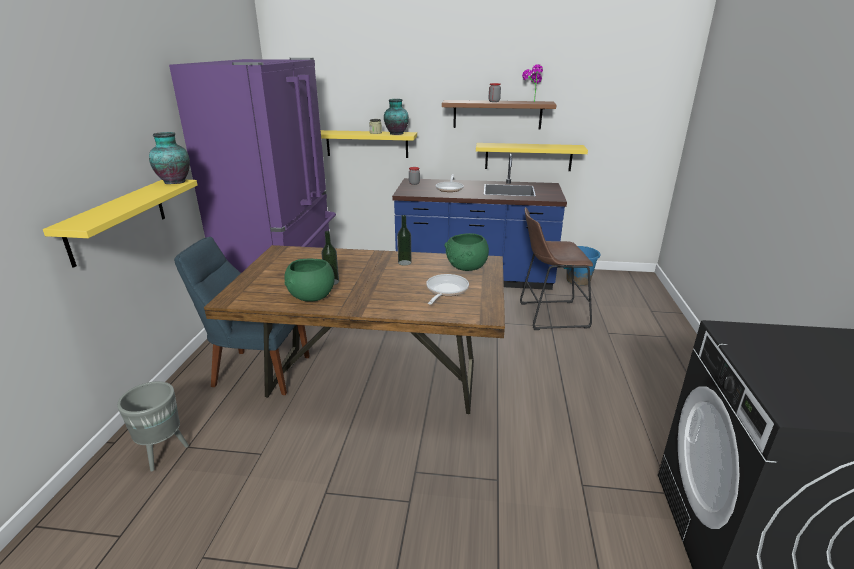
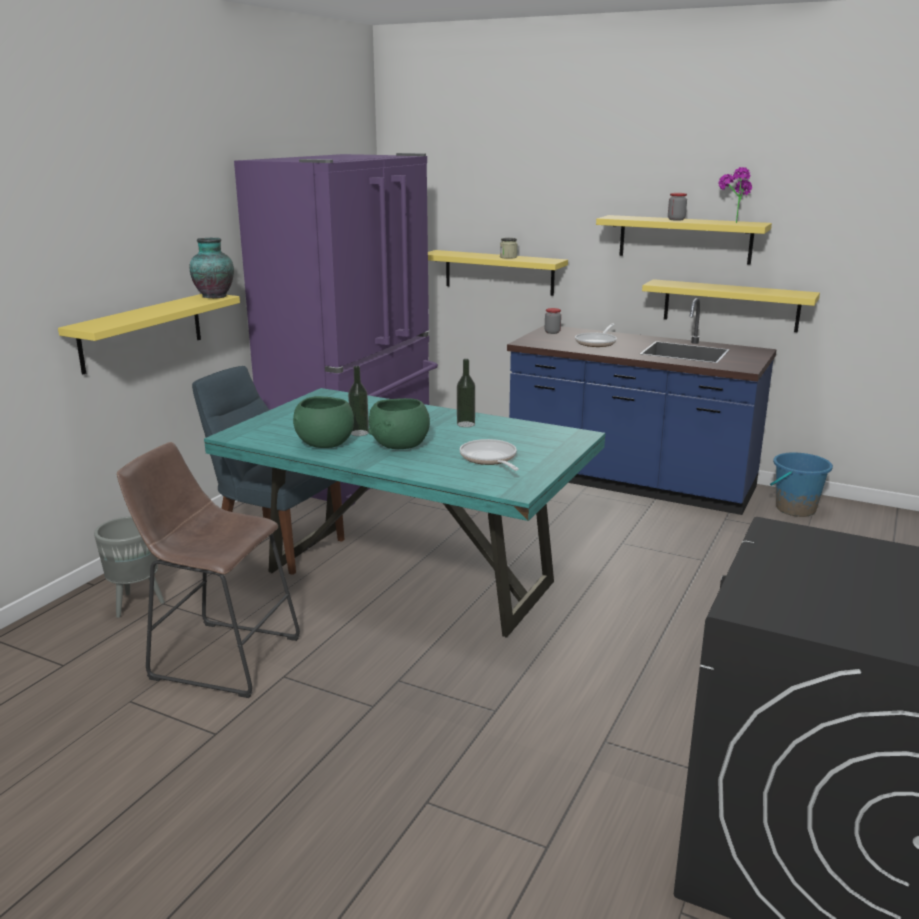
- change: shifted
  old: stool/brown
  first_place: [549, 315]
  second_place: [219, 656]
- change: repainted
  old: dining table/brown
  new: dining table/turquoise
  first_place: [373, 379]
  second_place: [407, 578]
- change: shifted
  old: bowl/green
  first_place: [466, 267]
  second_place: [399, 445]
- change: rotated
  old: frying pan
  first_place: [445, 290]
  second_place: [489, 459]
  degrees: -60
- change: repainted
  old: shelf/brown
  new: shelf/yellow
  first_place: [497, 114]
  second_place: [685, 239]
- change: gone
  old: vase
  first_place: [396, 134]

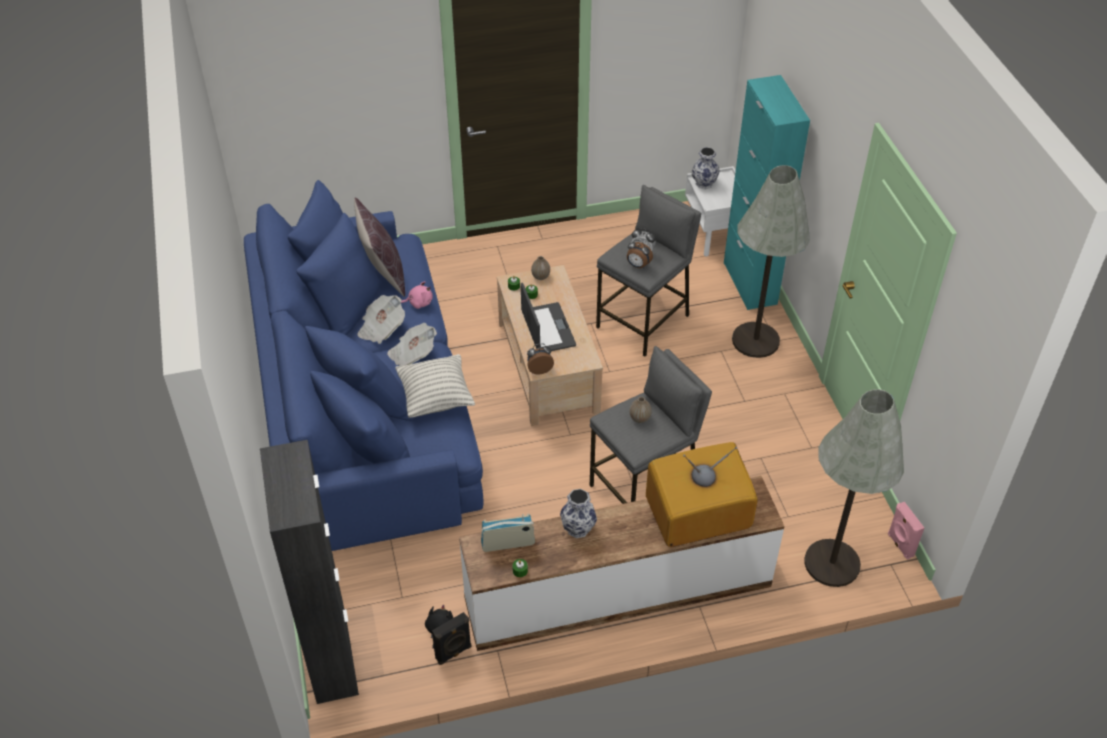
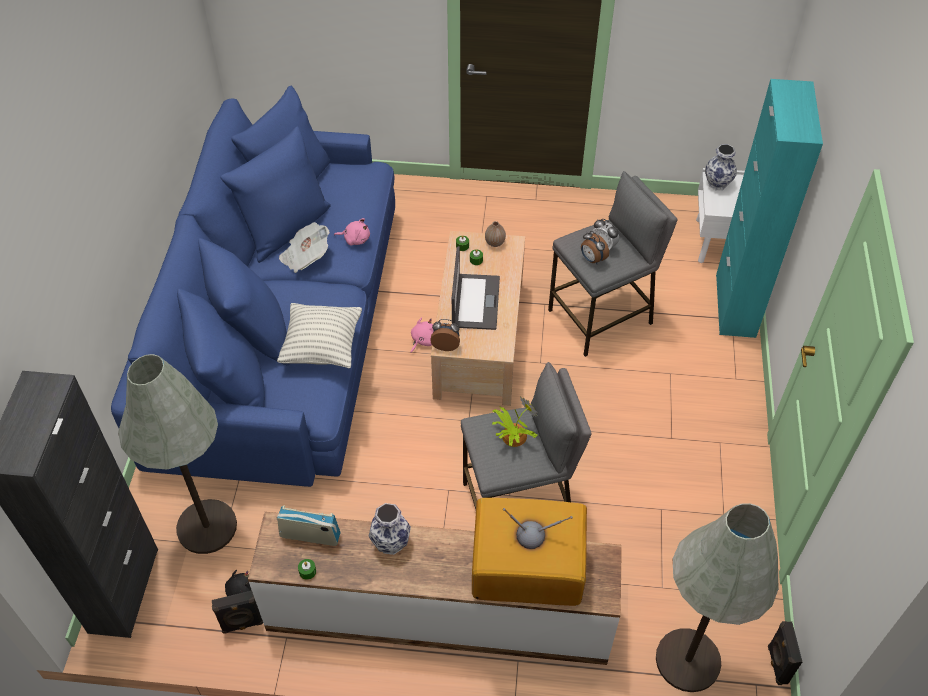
- change: shifted
  old: floor lamp/grey
  first_place: [755, 340]
  second_place: [207, 527]
- change: new
  new: plush toy/pink
  second_place: [423, 340]
- change: swapped
  old: vase
  new: potted plant
  first_place: [639, 418]
  second_place: [512, 436]
- change: repainted
  old: speaker/pink
  new: speaker/black
  first_place: [899, 545]
  second_place: [776, 664]
- change: gone
  old: pillow/brown
  first_place: [383, 273]
- change: gone
  old: newspaper
  first_place: [412, 354]

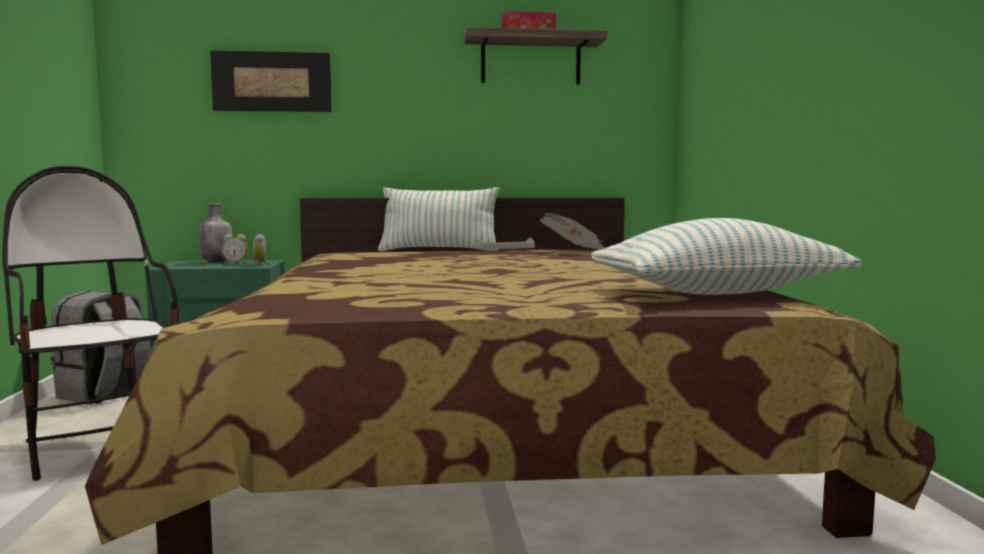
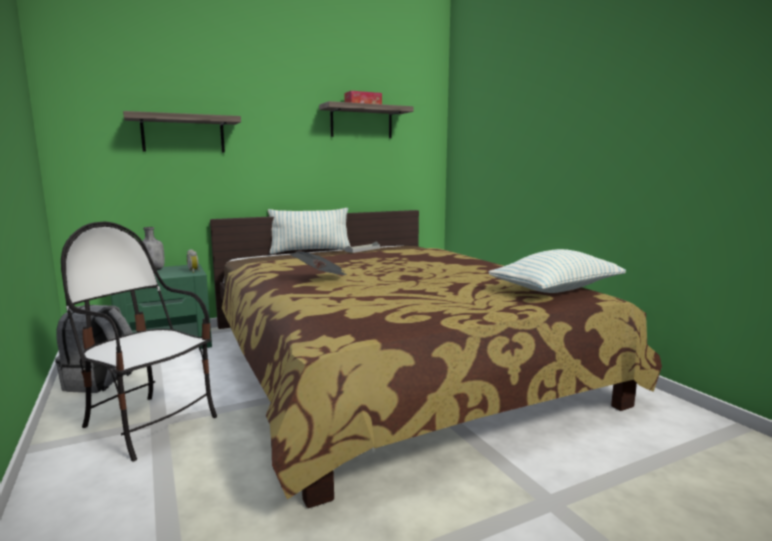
- change: swapped
  old: picture
  new: shelf
  first_place: [272, 81]
  second_place: [183, 134]
- change: shifted
  old: newspaper
  first_place: [574, 251]
  second_place: [321, 279]
- change: gone
  old: alarm clock
  first_place: [236, 264]

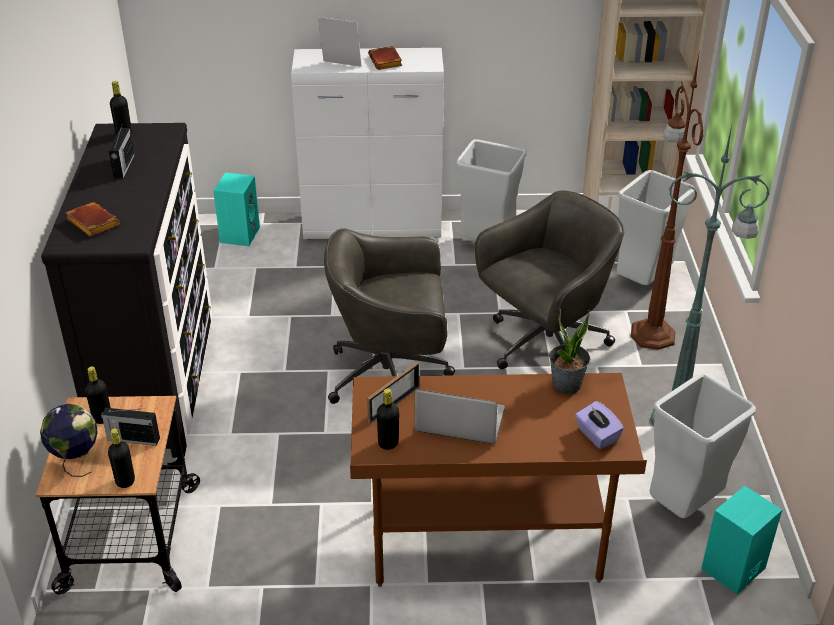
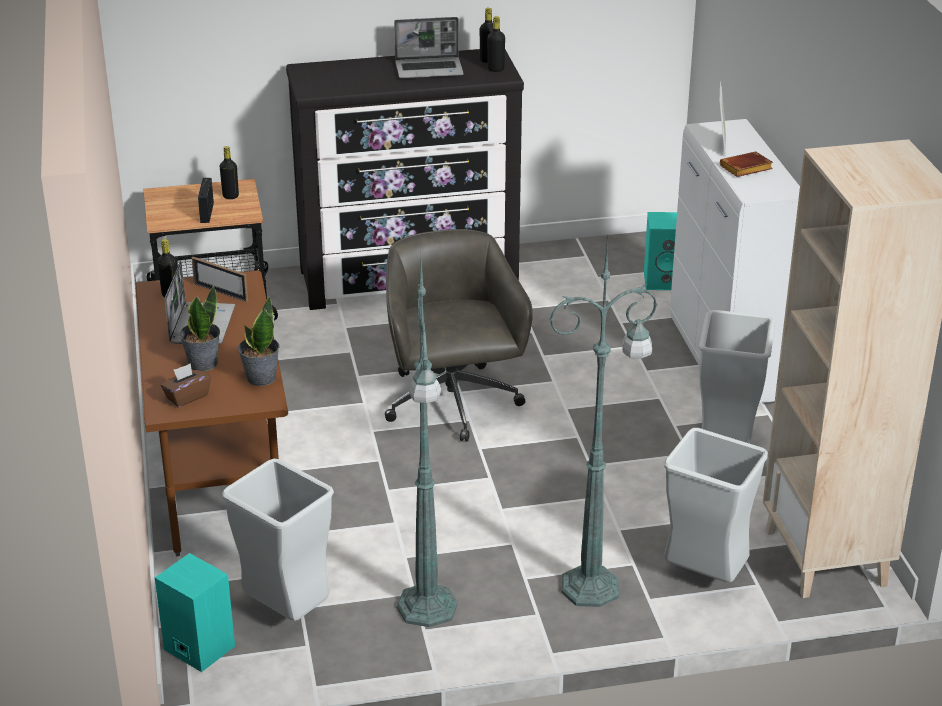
- change: repainted
  old: tissue box/purple
  new: tissue box/brown
  first_place: [597, 435]
  second_place: [187, 397]
- change: new
  new: potted plant
  second_place: [202, 363]
- change: swapped
  old: radio
  new: laptop
  first_place: [123, 167]
  second_place: [430, 69]
- change: shifted
  old: bottle/black
  first_place: [125, 481]
  second_place: [495, 69]
- change: repainted
  old: floor lamp/brown
  new: floor lamp/green
  first_place: [652, 333]
  second_place: [593, 587]
- change: gone
  old: globe
  first_place: [76, 461]
- change: gone
  old: book/brown
  first_place: [91, 223]
- change: gone
  old: office chair/grey
  first_place: [545, 345]

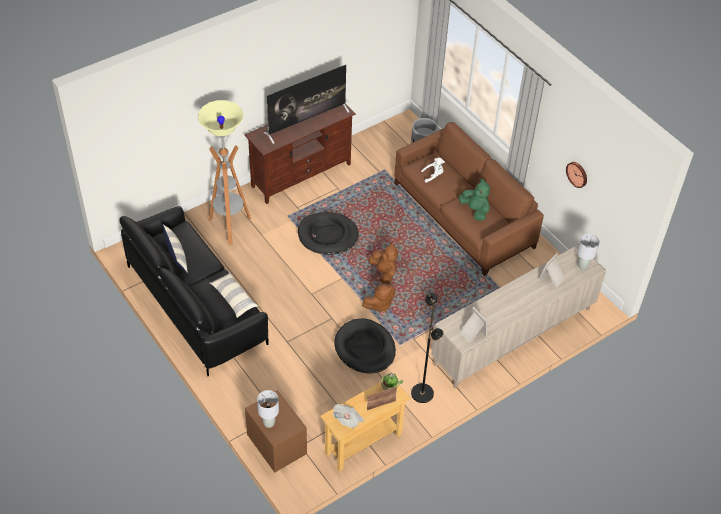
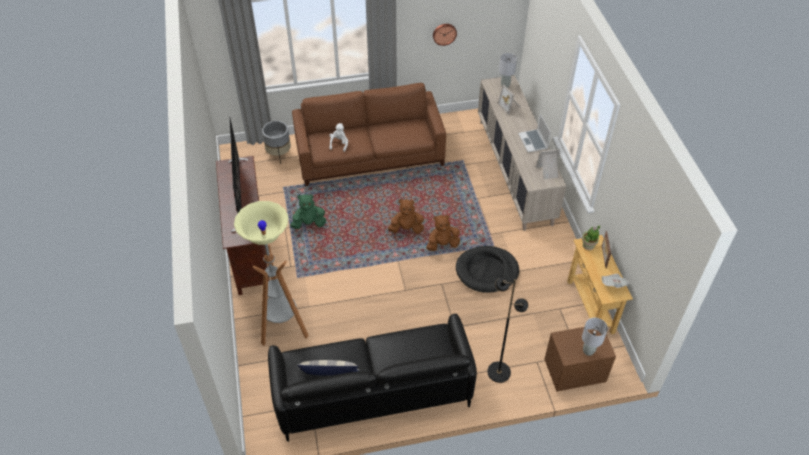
- change: shifted
  old: plush toy/green
  first_place: [475, 210]
  second_place: [309, 223]
- change: rotated
  old: plush toy/brown
  first_place: [379, 305]
  second_place: [442, 244]
  degrees: -105
- change: shifted
  old: floor lamp/black
  first_place: [422, 393]
  second_place: [498, 372]
- change: new
  new: laptop
  second_place: [533, 142]
- change: gone
  old: pillow
  first_place: [233, 298]
- change: gone
  old: dog bed/black
  first_place: [328, 235]

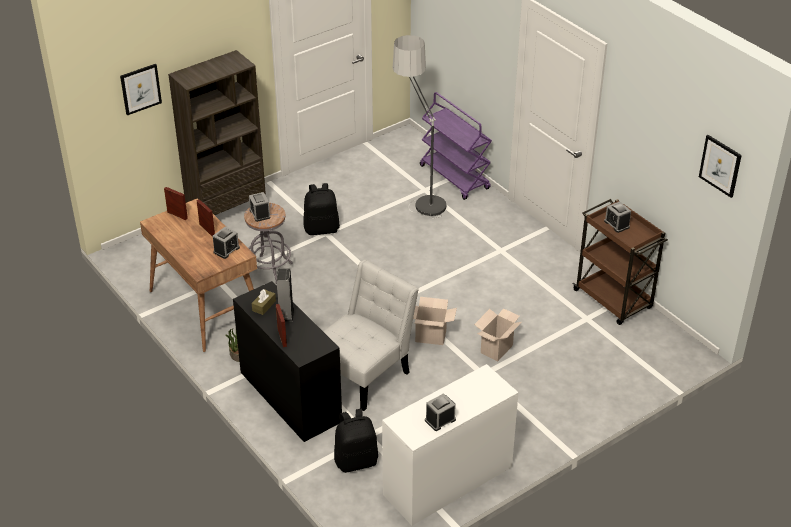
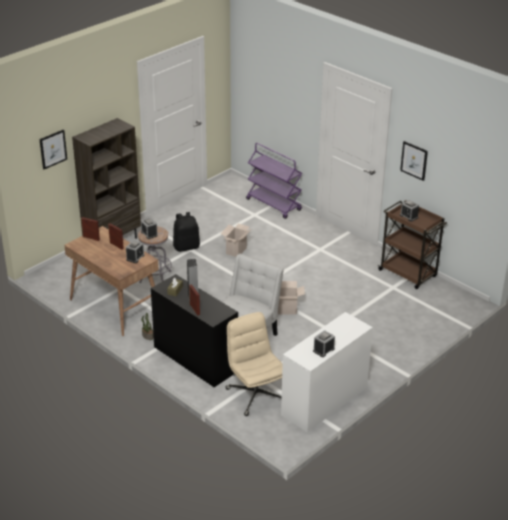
- change: shifted
  old: cardboard box
  first_place: [496, 348]
  second_place: [236, 250]
- change: swapped
  old: backpack/black
  new: office chair/beige
  first_place: [356, 460]
  second_place: [255, 395]
- change: shifted
  old: picture
  first_place: [720, 165]
  second_place: [414, 160]
- change: gone
  old: floor lamp
  first_place: [418, 194]

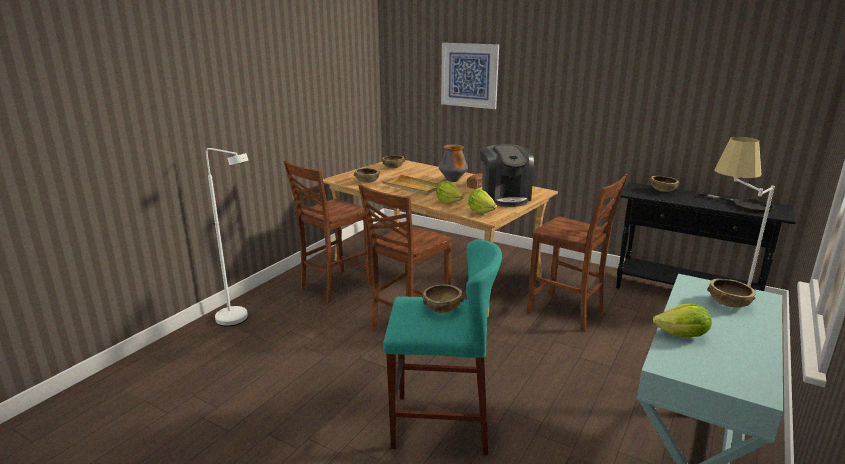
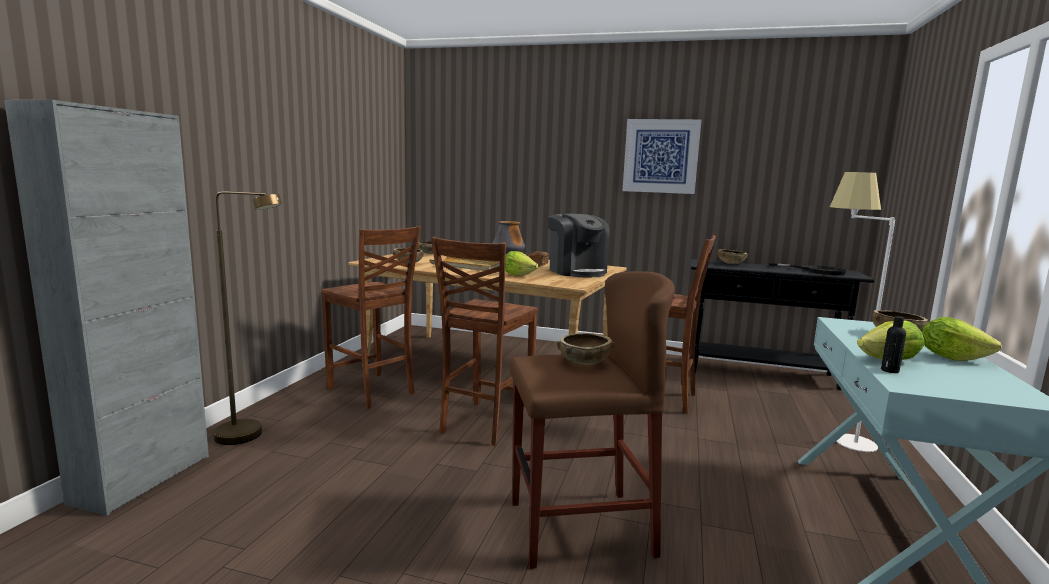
- change: new
  new: cabinet/grey
  second_place: [143, 479]
- change: repainted
  old: floor lamp/white
  new: floor lamp/brown
  first_place: [239, 320]
  second_place: [250, 436]
- change: rotated
  old: chair/brown
  first_place: [334, 287]
  second_place: [372, 391]
  degrees: -75
- change: repainted
  old: stool/turquoise
  new: stool/brown
  first_place: [440, 423]
  second_place: [580, 528]
- change: shifted
  old: picture
  first_place: [469, 75]
  second_place: [661, 156]
- change: new
  new: bottle/black
  second_place: [889, 370]
- change: shifted
  old: lettuce
  first_place: [481, 211]
  second_place: [951, 357]

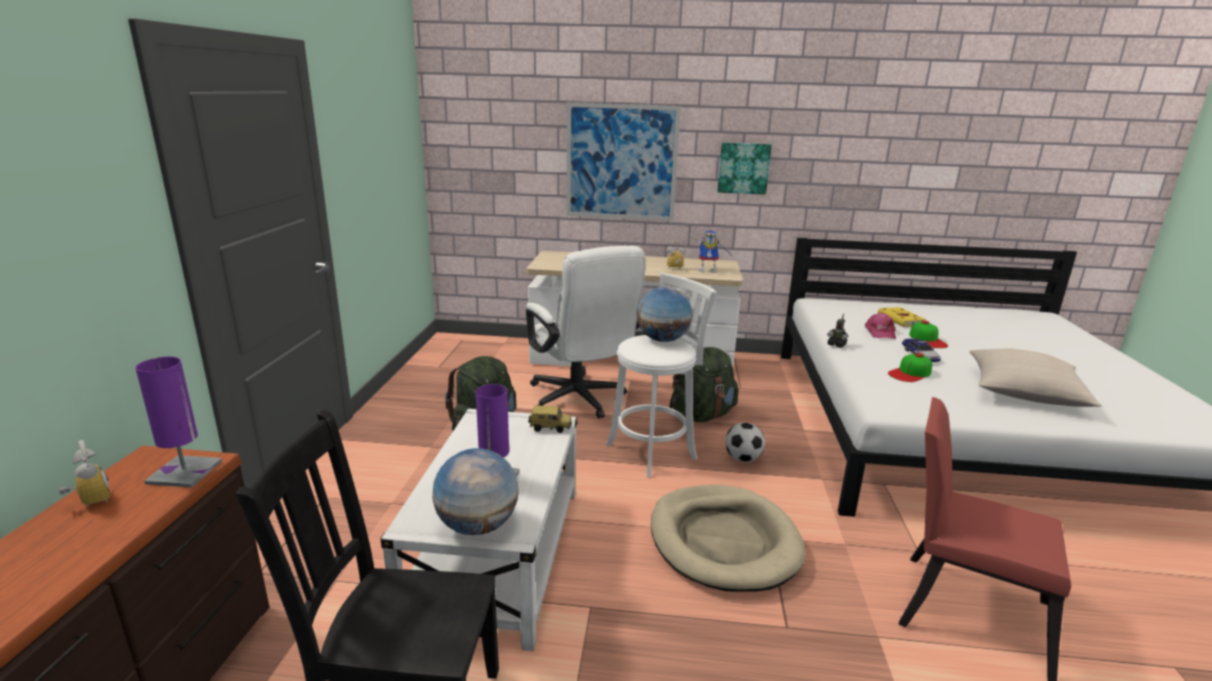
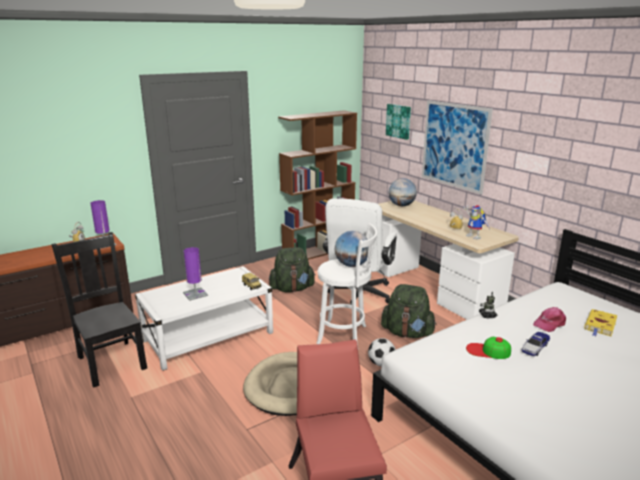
- change: new
  new: bookcase/brown
  second_place: [318, 251]
- change: shifted
  old: picture
  first_place: [743, 168]
  second_place: [399, 121]
- change: shifted
  old: globe
  first_place: [478, 526]
  second_place: [401, 205]
- change: gone
  old: cap
  first_place: [927, 340]
- change: gone
  old: pillow/beige
  first_place: [1024, 393]

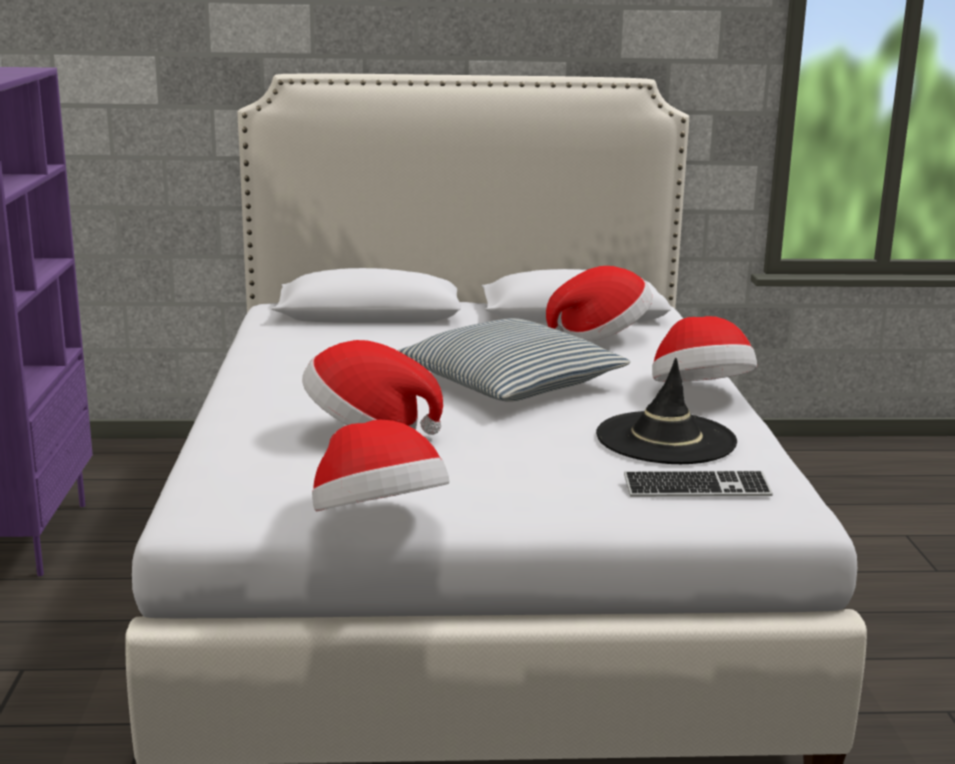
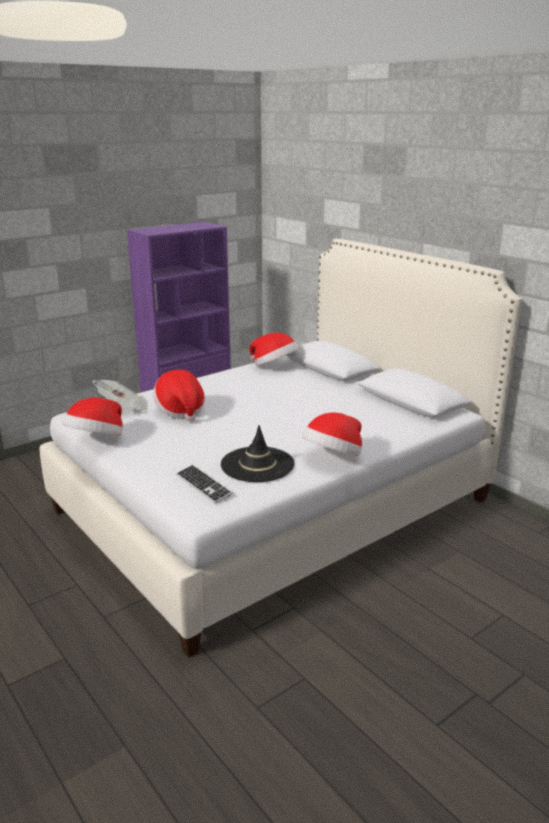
- change: new
  new: newspaper
  second_place: [123, 408]
- change: shifted
  old: hat
  first_place: [600, 336]
  second_place: [274, 366]
- change: gone
  old: pillow
  first_place: [511, 382]

